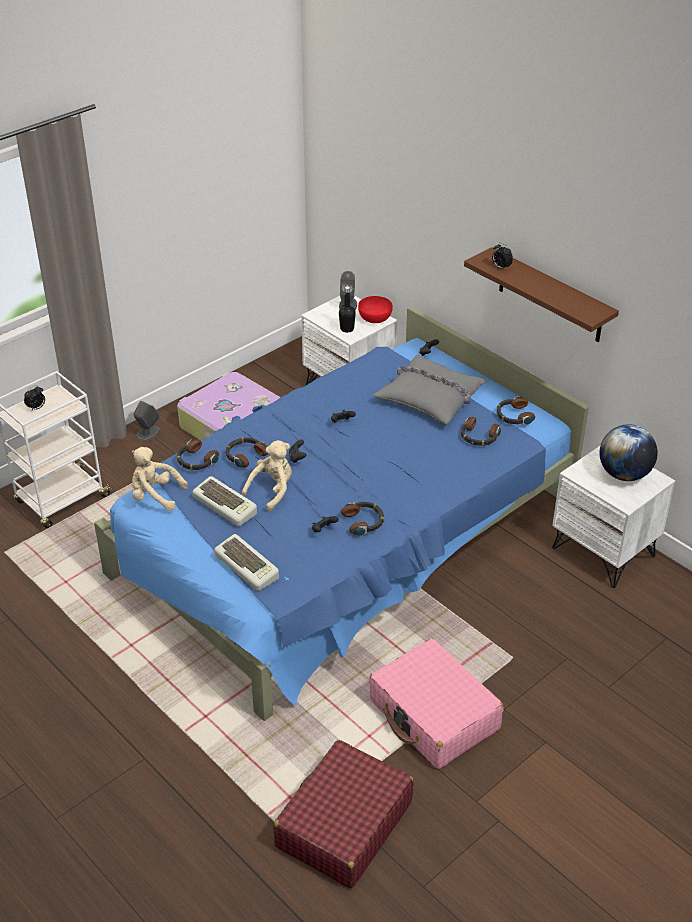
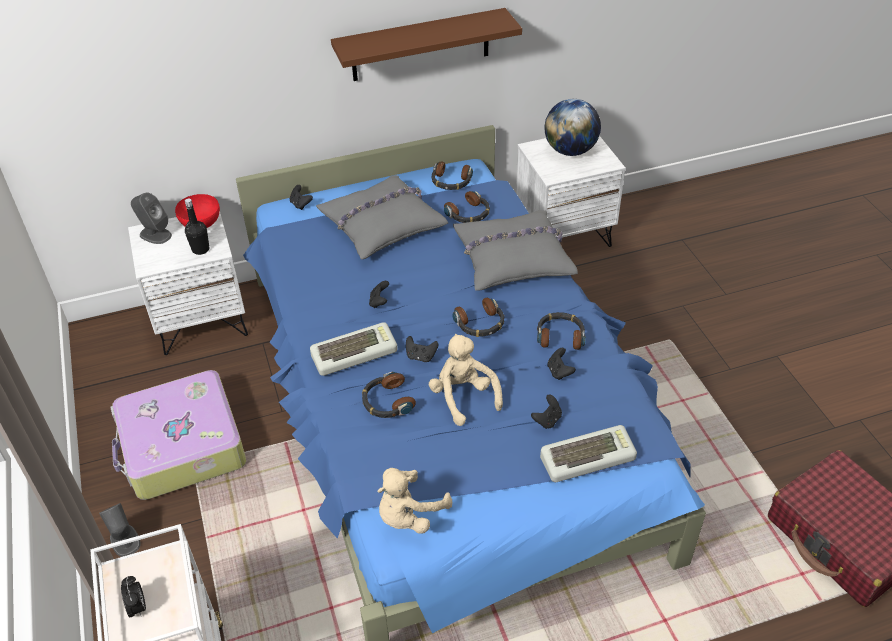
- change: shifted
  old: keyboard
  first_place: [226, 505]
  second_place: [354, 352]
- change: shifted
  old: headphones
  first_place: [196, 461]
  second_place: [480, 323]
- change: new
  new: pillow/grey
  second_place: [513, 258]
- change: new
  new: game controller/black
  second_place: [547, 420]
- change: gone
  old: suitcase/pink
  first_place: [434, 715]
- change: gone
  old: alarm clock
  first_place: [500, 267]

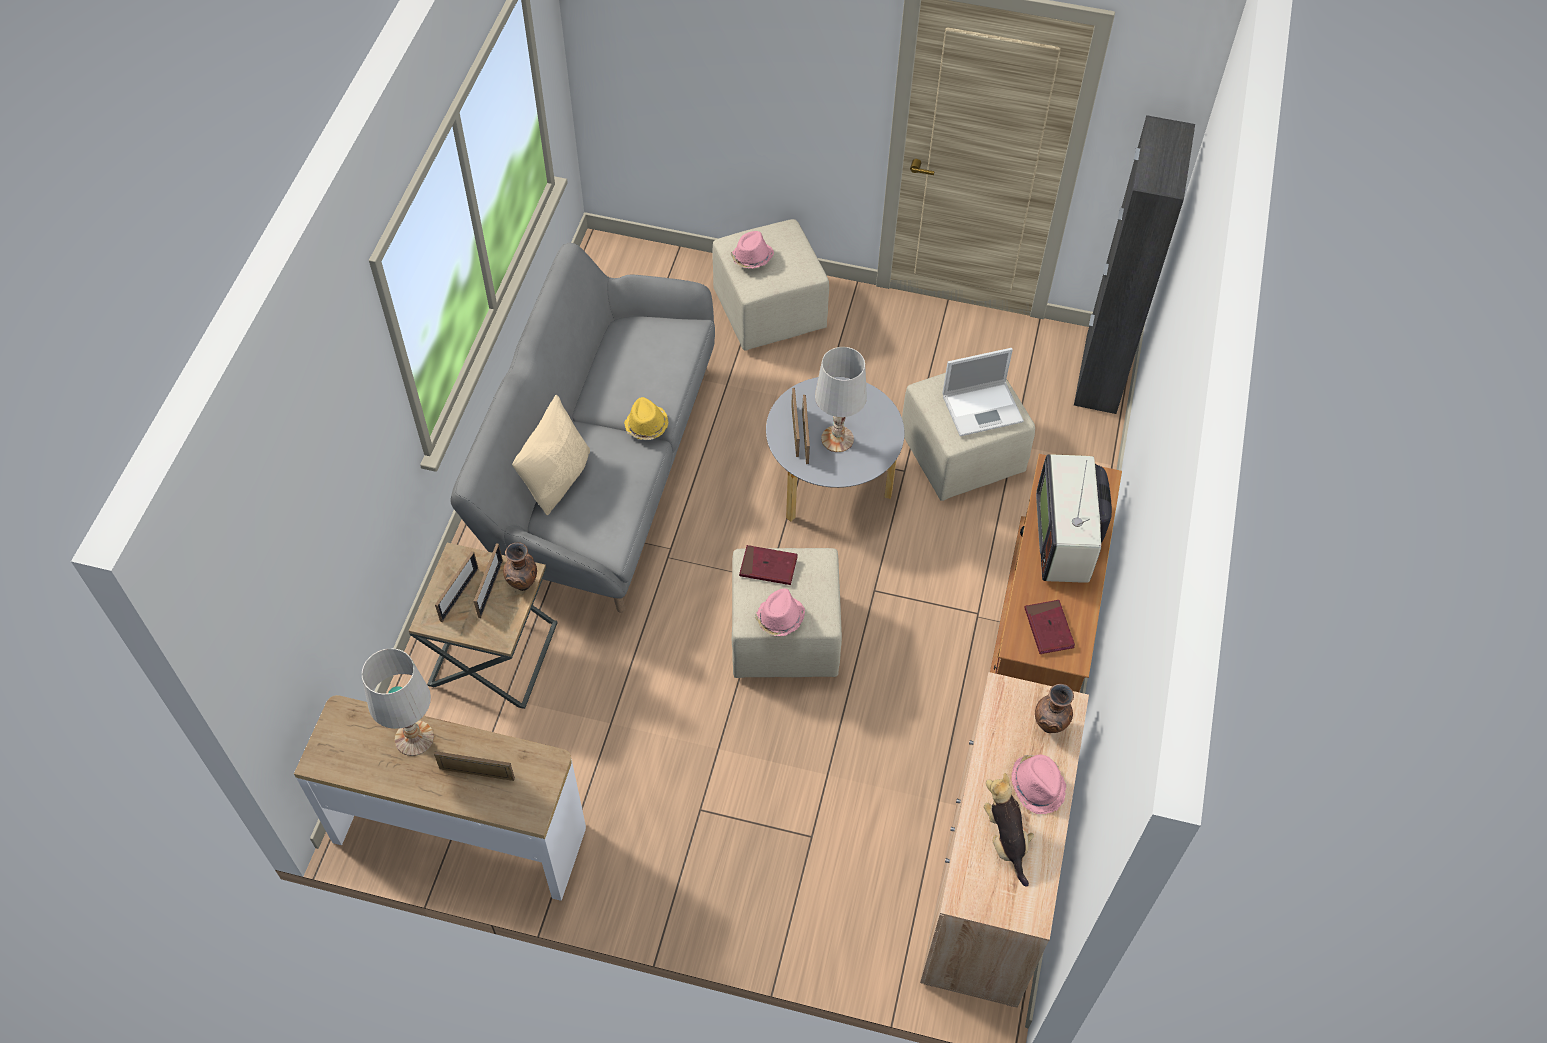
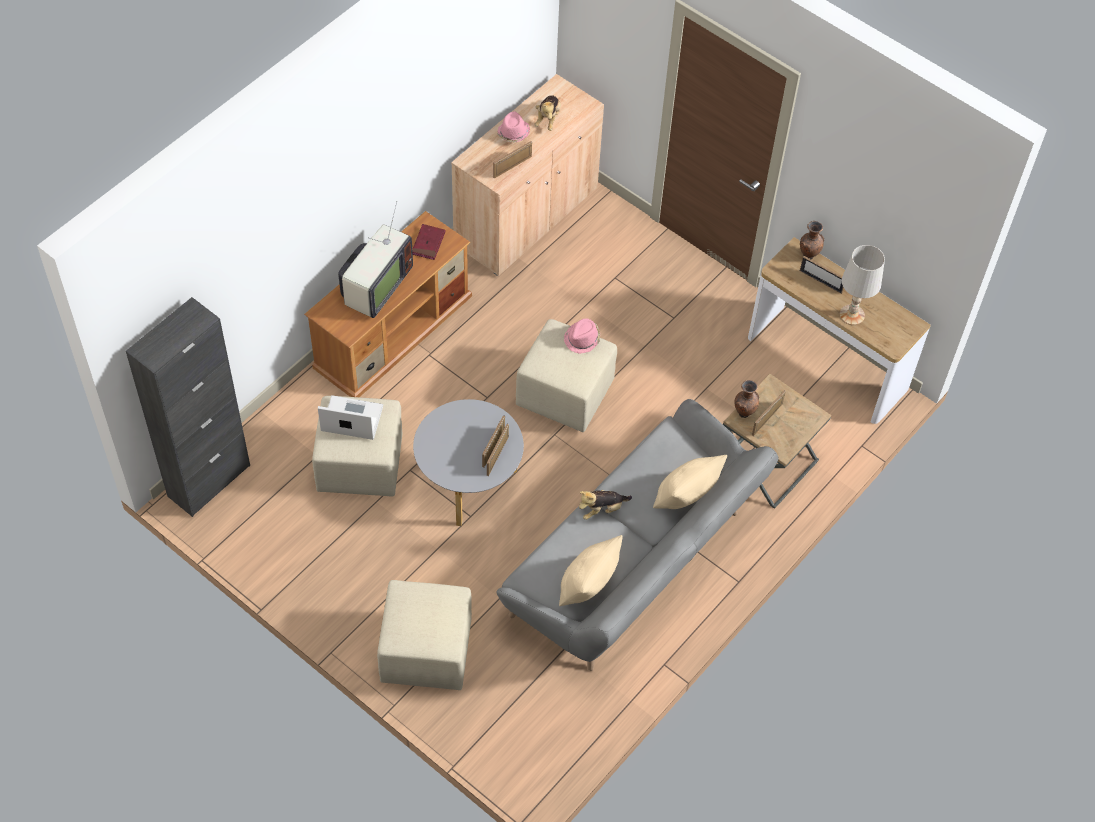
- change: shifted
  old: picture frame
  first_place: [459, 594]
  second_place: [512, 167]
- change: new
  new: pillow/beige
  second_place: [587, 585]
- change: swapped
  old: hat/yellow
  new: plush toy
  first_place: [646, 426]
  second_place: [602, 509]
- change: shifted
  old: vase/brown
  first_place: [1049, 727]
  second_place: [808, 255]
- change: gone
  old: hat/pink
  first_place: [751, 258]
- change: gone
  old: book/red
  first_place: [768, 567]
- change: gone
  old: table lamp/white
  first_place: [838, 439]

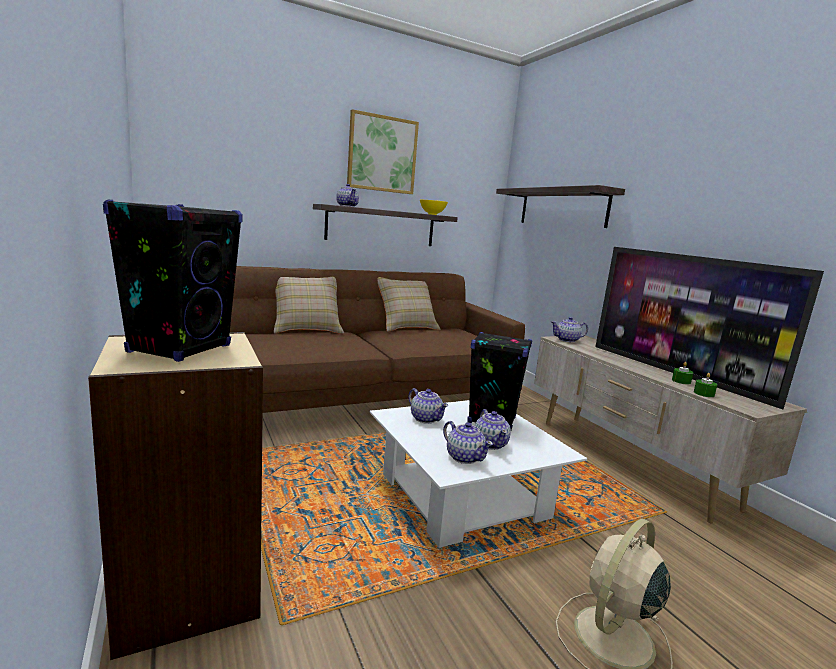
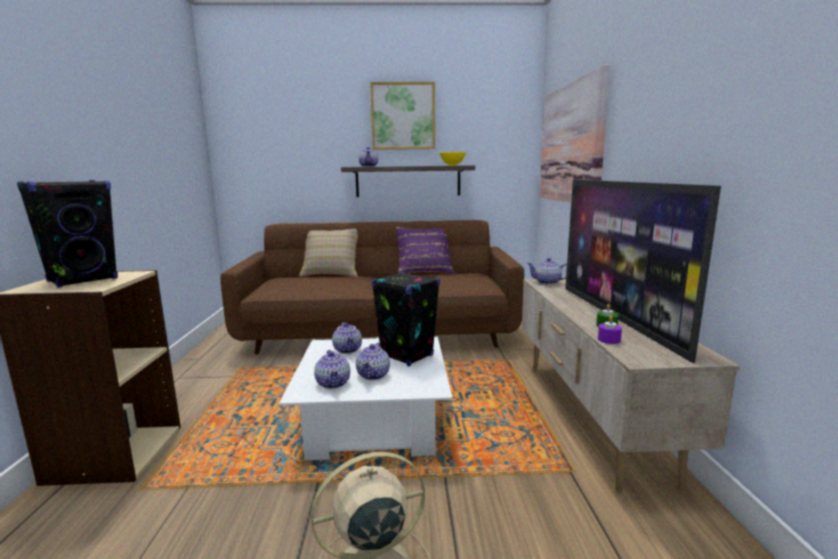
- change: repainted
  old: pillow/beige
  new: pillow/purple
  first_place: [406, 327]
  second_place: [424, 272]
- change: swapped
  old: shelf
  new: picture
  first_place: [562, 207]
  second_place: [571, 143]
- change: repainted
  old: candle/green
  new: candle/purple
  first_place: [704, 394]
  second_place: [609, 340]

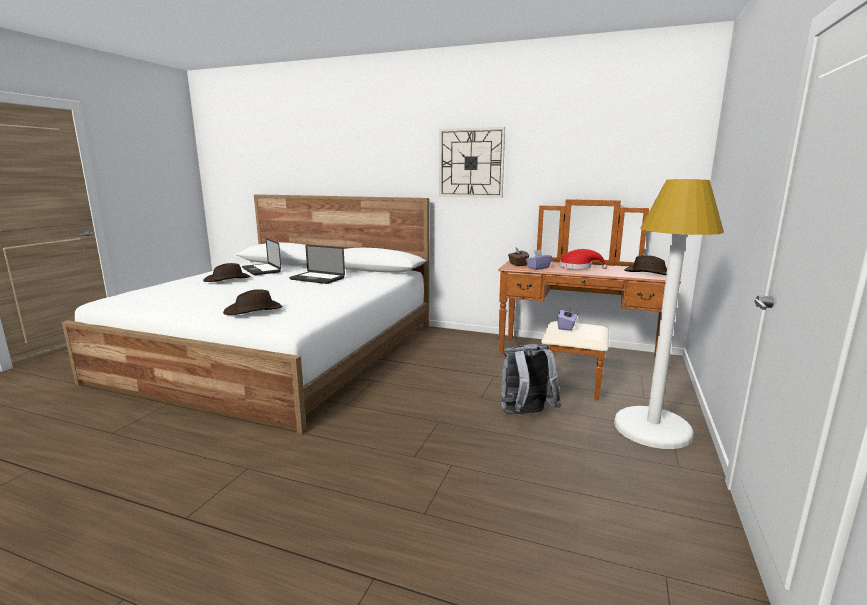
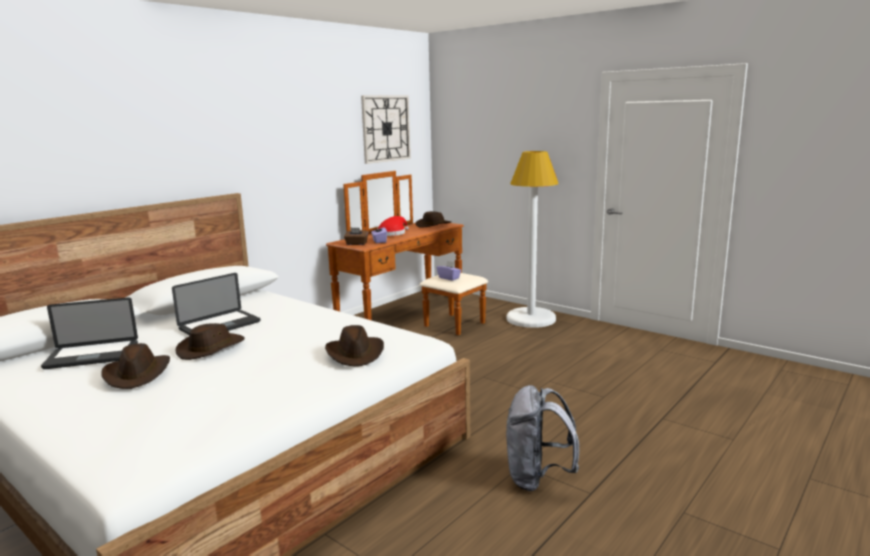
- change: new
  new: hat/brown
  second_place: [211, 348]
- change: shifted
  old: wall clock
  first_place: [471, 163]
  second_place: [386, 128]
- change: shifted
  old: backpack/grey
  first_place: [525, 414]
  second_place: [537, 478]

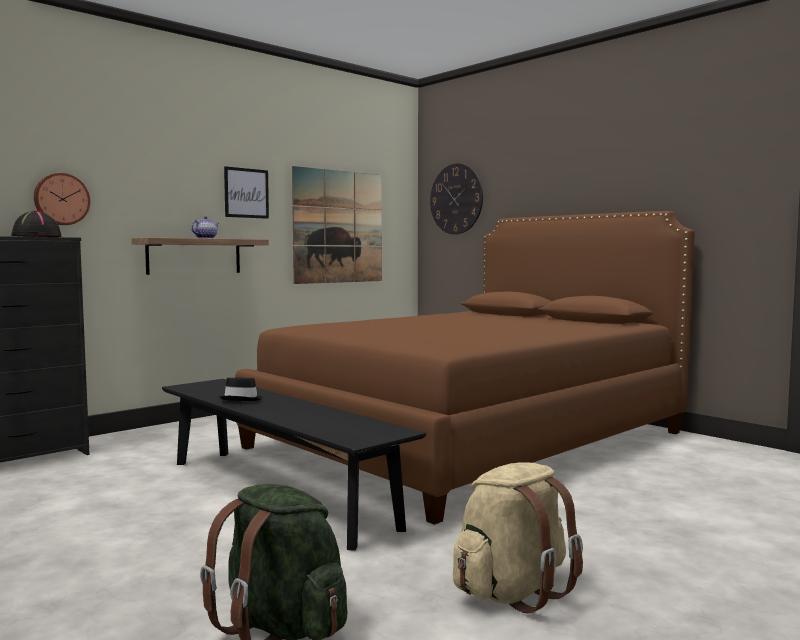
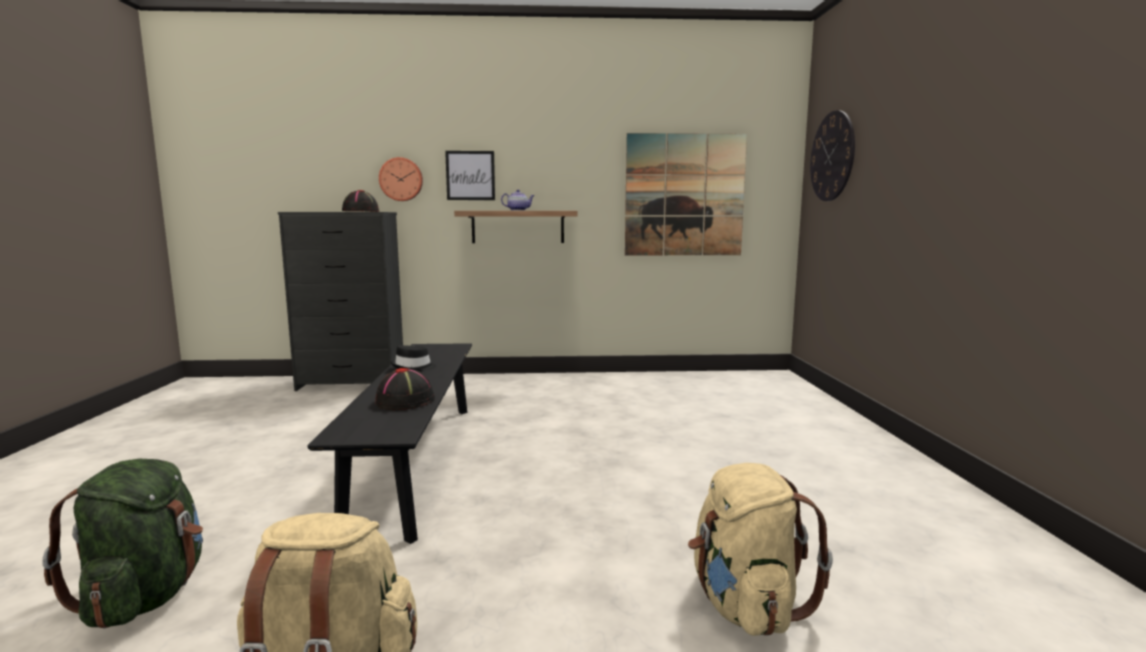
- change: new
  new: hat/black
  second_place: [405, 401]
- change: shifted
  old: picture
  first_place: [246, 193]
  second_place: [470, 175]
- change: new
  new: backpack/beige
  second_place: [745, 605]
- change: gone
  old: bed/brown
  first_place: [471, 439]

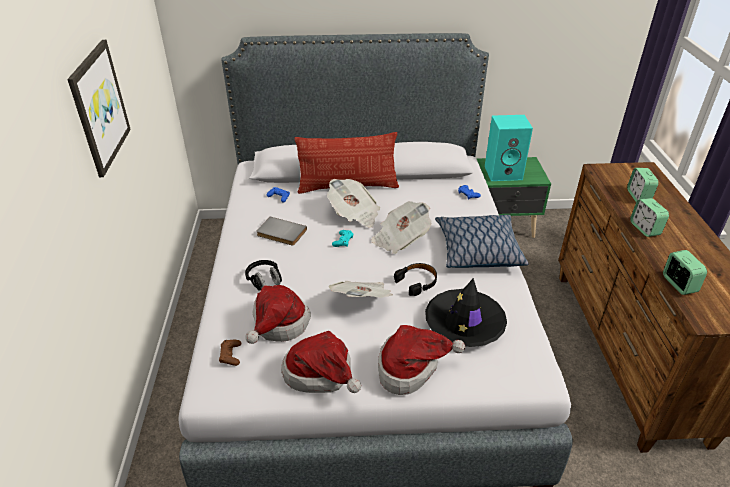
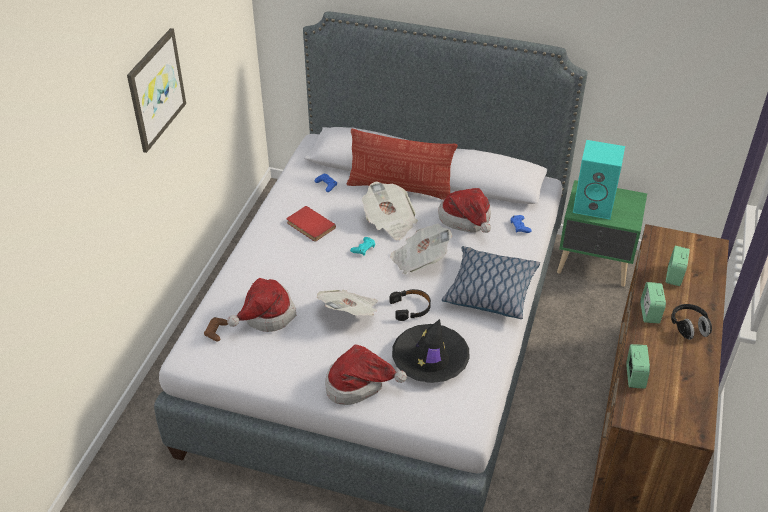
- change: repainted
  old: book/grey
  new: book/red
  first_place: [281, 233]
  second_place: [309, 226]
- change: shifted
  old: hat
  first_place: [322, 375]
  second_place: [467, 221]
- change: shifted
  old: headphones/black
  first_place: [264, 281]
  second_place: [689, 328]

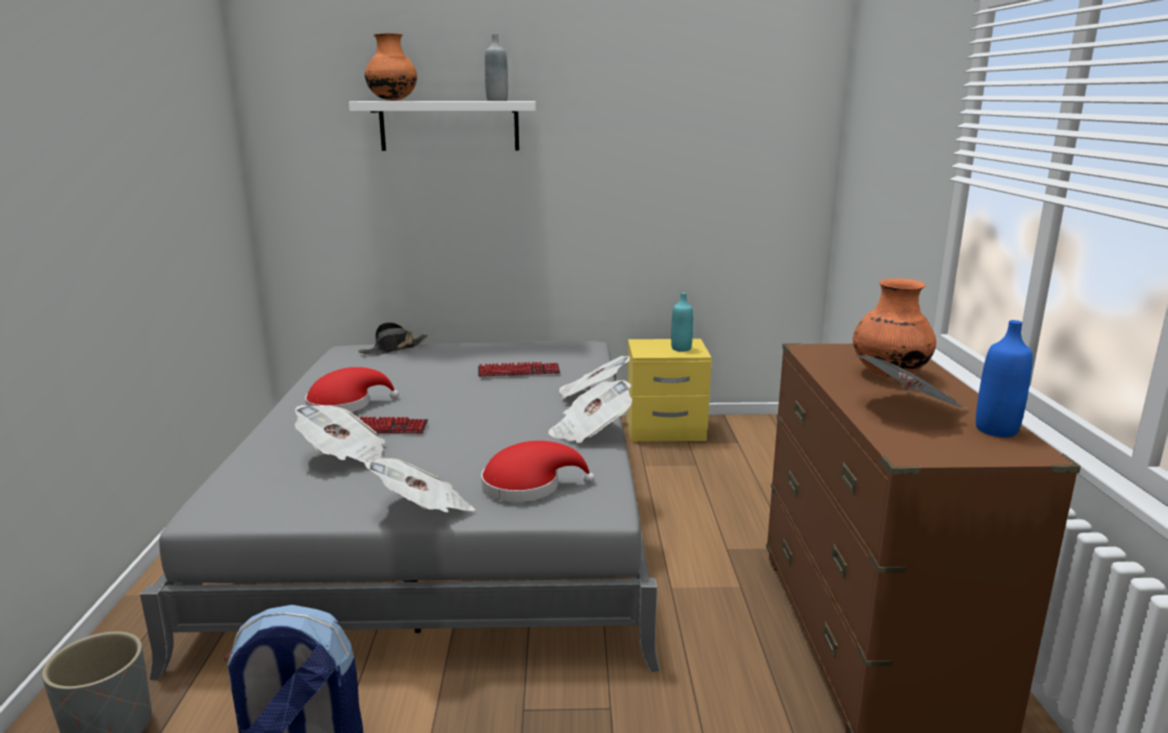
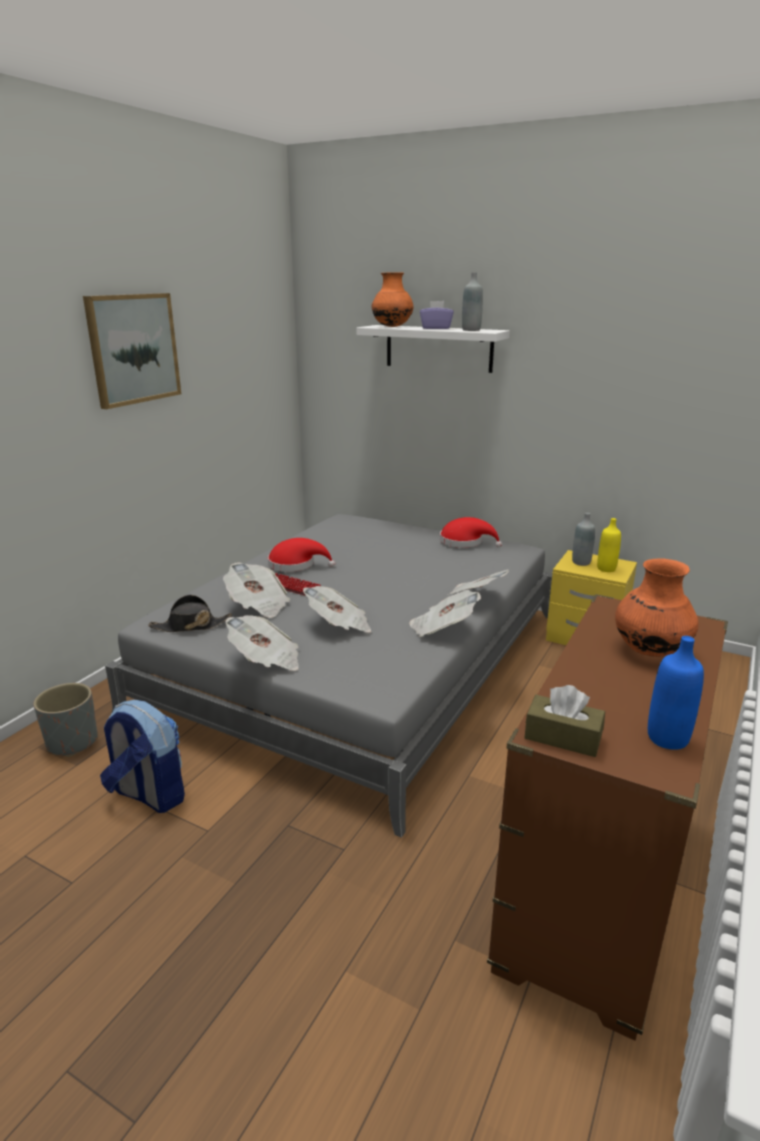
- change: new
  new: picture
  second_place: [133, 349]
- change: shifted
  old: hat/black
  first_place: [394, 349]
  second_place: [190, 626]
- change: shifted
  old: newspaper
  first_place: [909, 410]
  second_place: [339, 625]
- change: new
  new: tissue box/purple
  second_place: [436, 328]
- change: shifted
  old: hat/red
  first_place: [528, 486]
  second_place: [465, 542]
- change: new
  new: tissue box/brown
  second_place: [562, 737]
- change: new
  new: bottle/grey
  second_place: [581, 562]
- change: repainted
  old: bottle/turquoise
  new: bottle/yellow
  first_place: [681, 349]
  second_place: [606, 569]
- change: gone
  old: keyboard
  first_place: [518, 371]

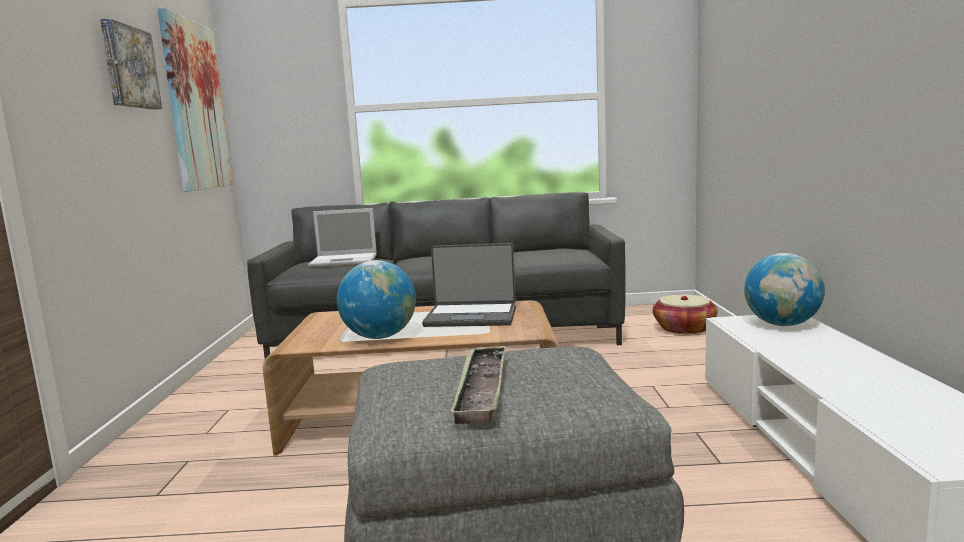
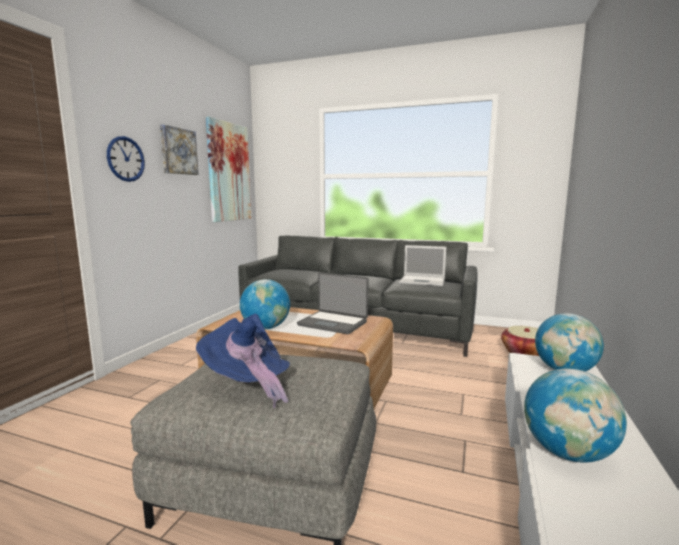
- change: new
  new: wall clock
  second_place: [125, 159]
- change: swapped
  old: tray
  new: hat/blue
  first_place: [481, 389]
  second_place: [247, 384]
- change: shifted
  old: laptop
  first_place: [345, 260]
  second_place: [423, 281]
- change: new
  new: globe
  second_place: [567, 453]

